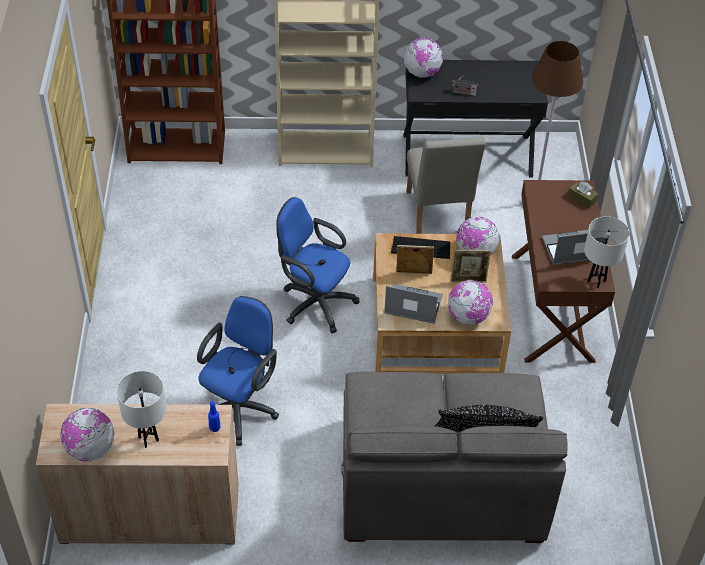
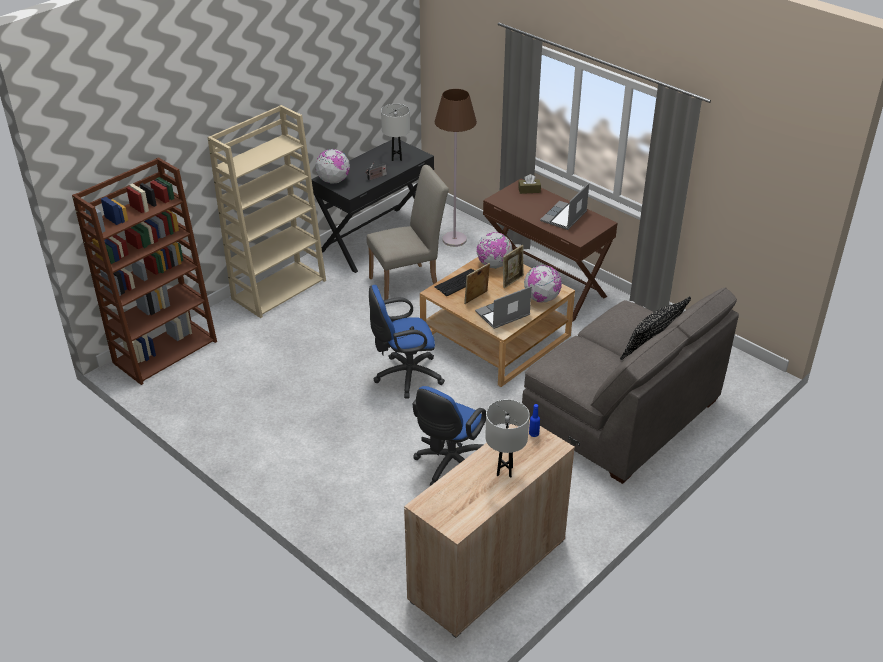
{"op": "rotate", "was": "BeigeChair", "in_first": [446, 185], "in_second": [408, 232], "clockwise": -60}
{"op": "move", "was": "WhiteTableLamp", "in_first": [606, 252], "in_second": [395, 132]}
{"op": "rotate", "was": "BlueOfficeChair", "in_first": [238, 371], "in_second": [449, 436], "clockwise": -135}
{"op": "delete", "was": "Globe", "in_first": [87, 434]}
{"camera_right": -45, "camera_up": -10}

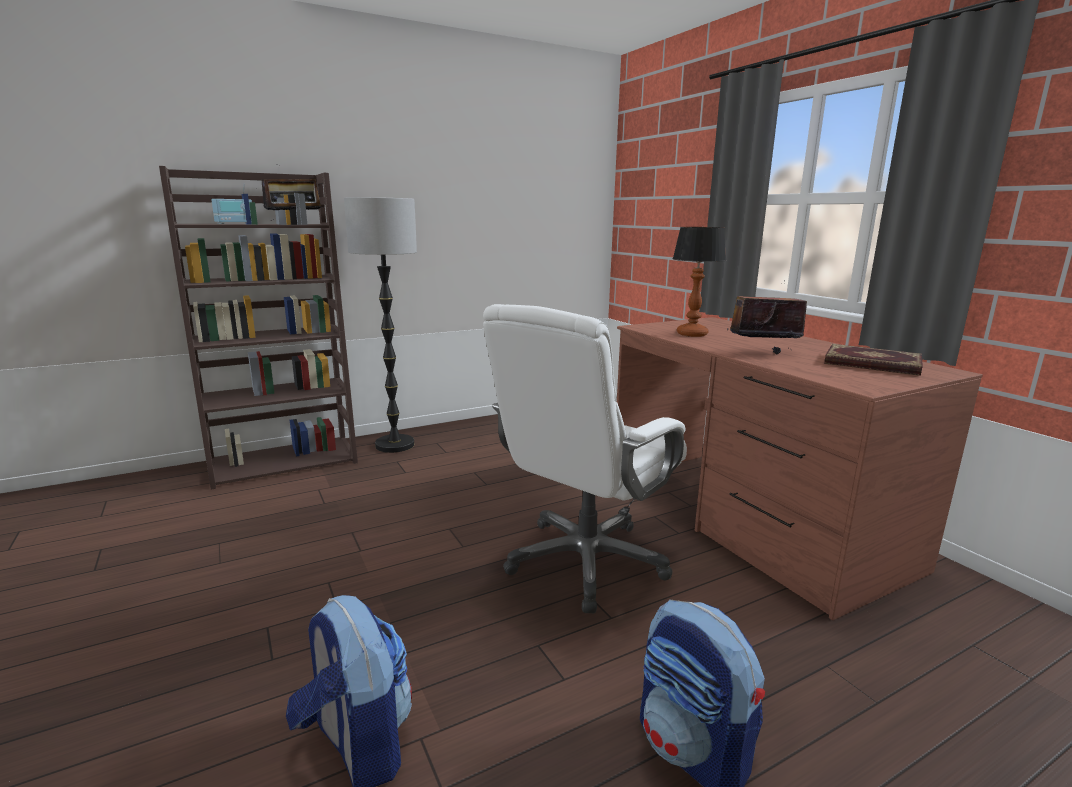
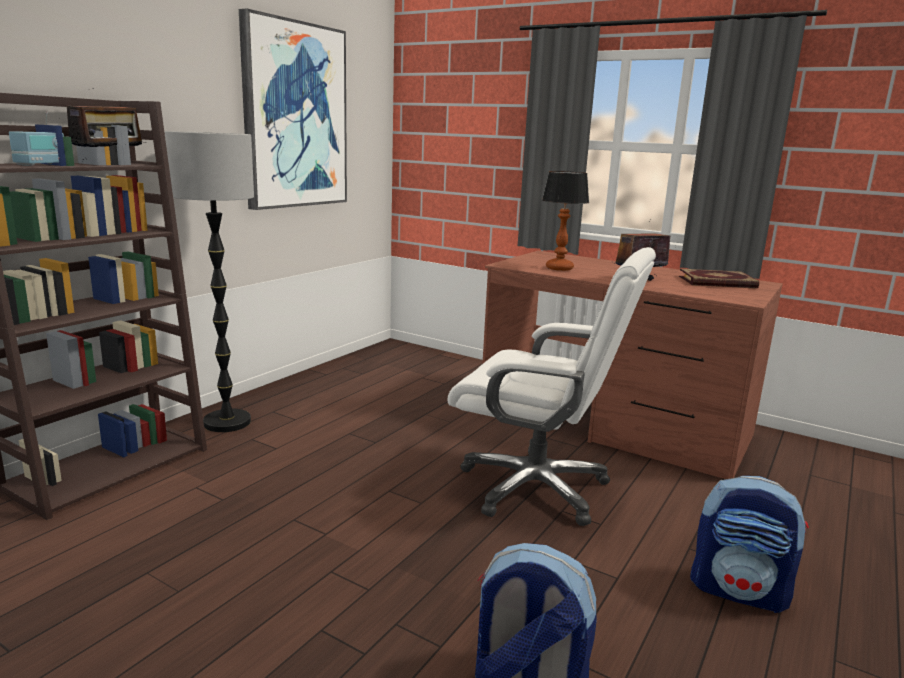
{"op": "insert", "now": "Picture", "in_second": [293, 109]}
{"op": "rotate", "was": "WhiteOfficeChair", "in_first": [585, 458], "in_second": [551, 386], "clockwise": -75}
{"camera_right": -30, "camera_up": 0}

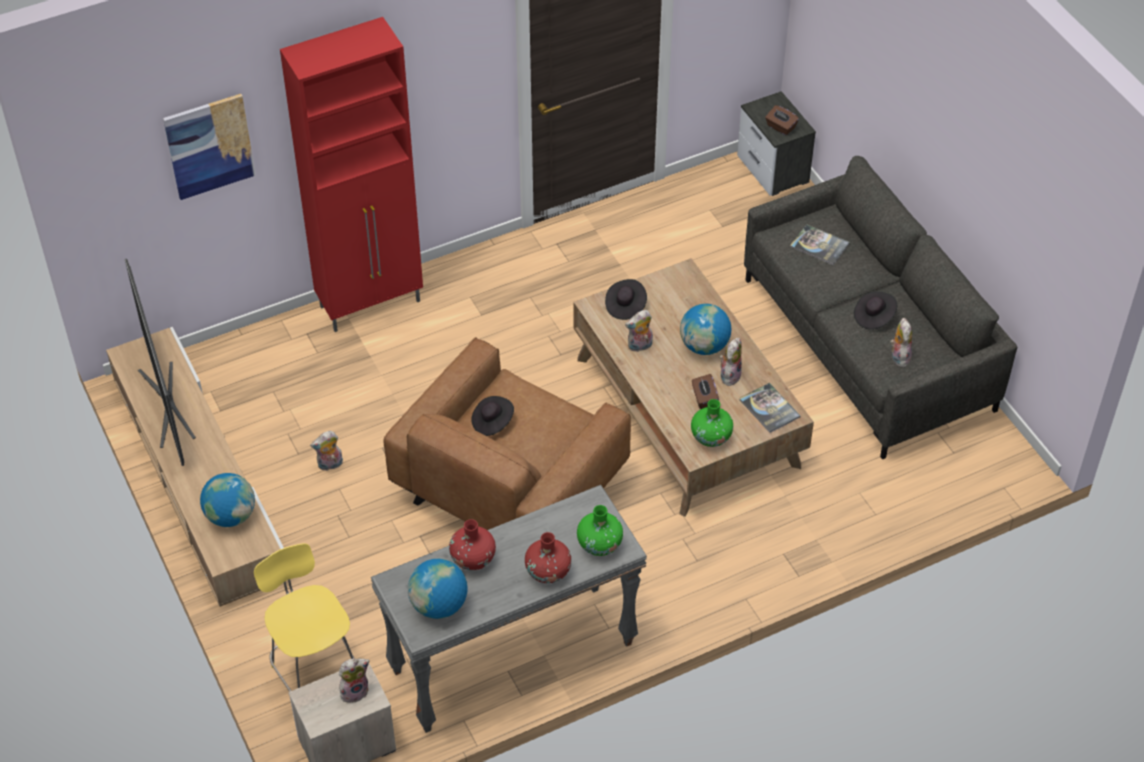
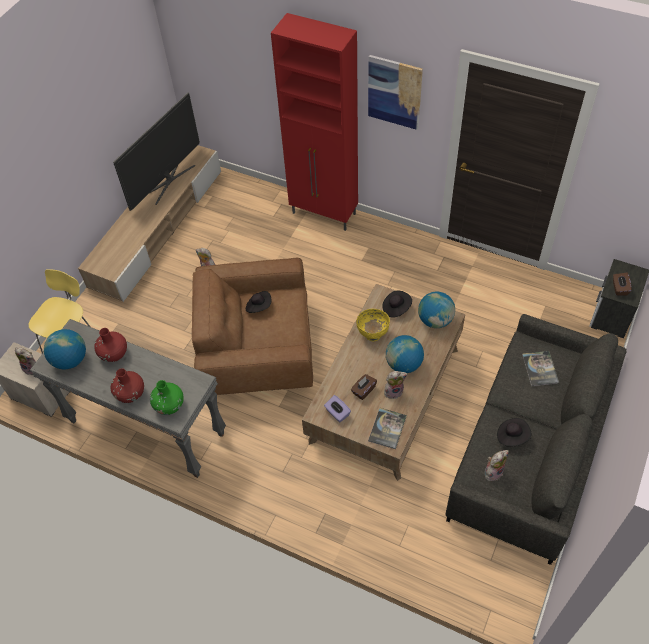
{"op": "replace", "was": "GreenVase", "now": "PurpleTissueBox", "in_first": [712, 423], "in_second": [337, 409]}
{"op": "replace", "was": "PlushToy", "now": "YellowBowl", "in_first": [639, 331], "in_second": [373, 325]}
{"op": "move", "was": "Picture", "in_first": [209, 147], "in_second": [395, 92]}
{"op": "move", "was": "Globe", "in_first": [227, 500], "in_second": [436, 310]}
{"camera_right": 55, "camera_up": 5}

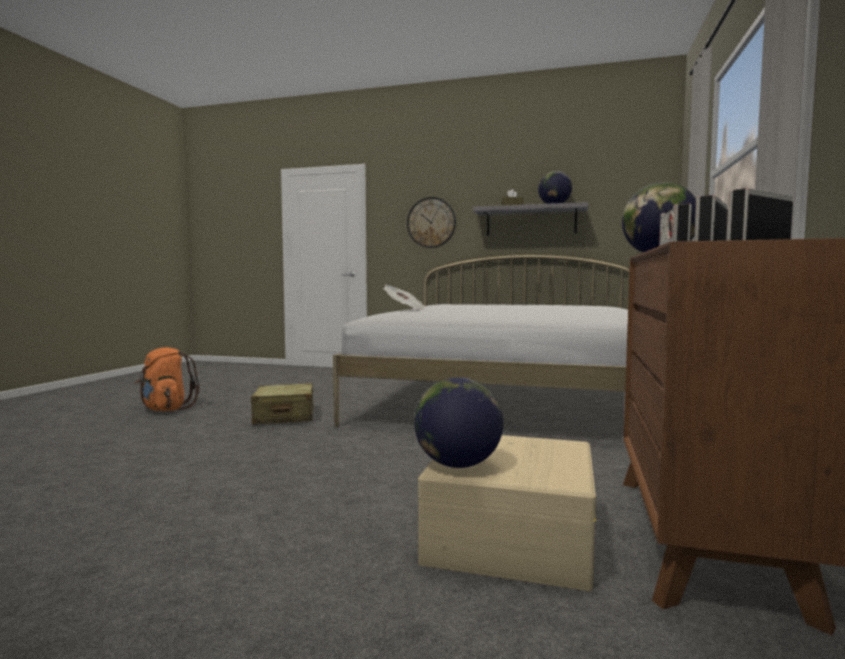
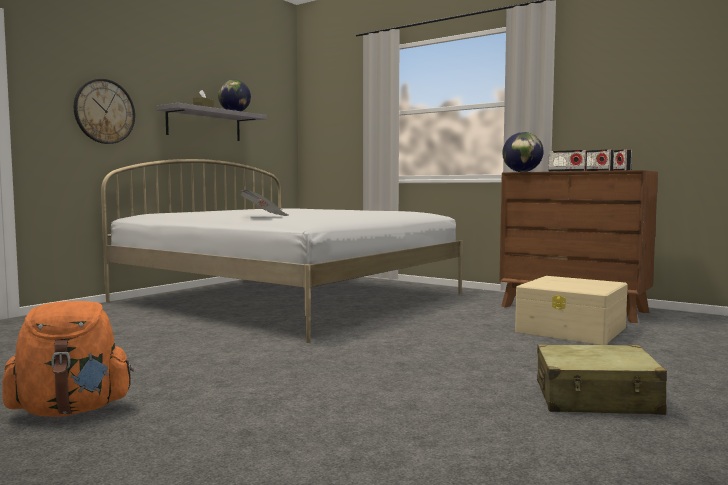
{"op": "move", "was": "BeigeSuitcase", "in_first": [282, 403], "in_second": [602, 379]}
{"op": "delete", "was": "Globe", "in_first": [458, 422]}
{"camera_right": -70, "camera_up": 0}

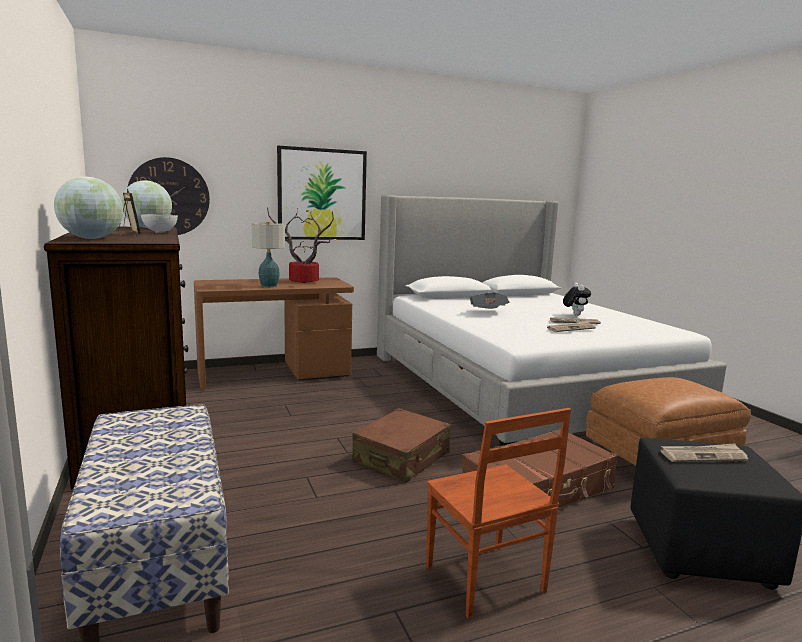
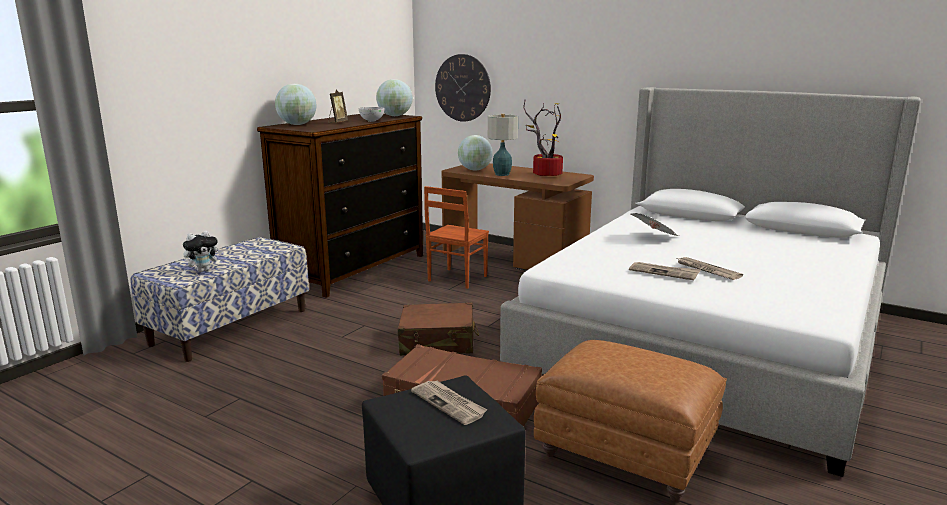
{"op": "move", "was": "PlushToy", "in_first": [577, 299], "in_second": [202, 251]}
{"op": "move", "was": "BrownChair", "in_first": [498, 513], "in_second": [456, 237]}
{"op": "insert", "now": "Globe", "in_second": [475, 153]}
{"op": "delete", "was": "Picture", "in_first": [322, 193]}
{"camera_right": 55, "camera_up": 5}

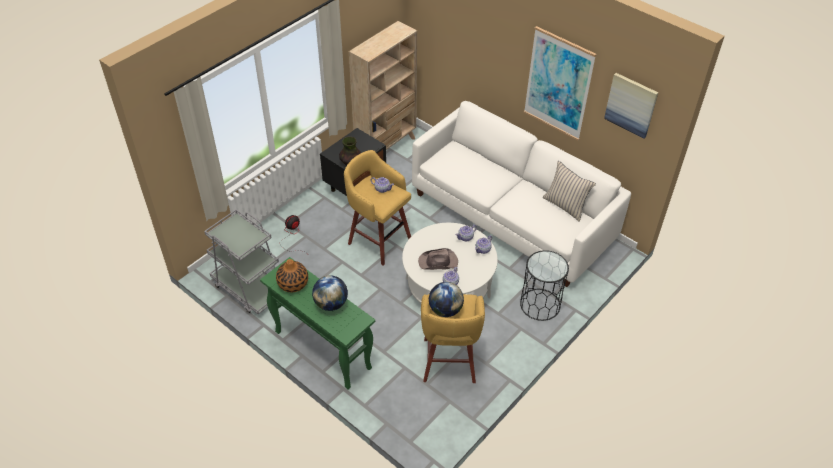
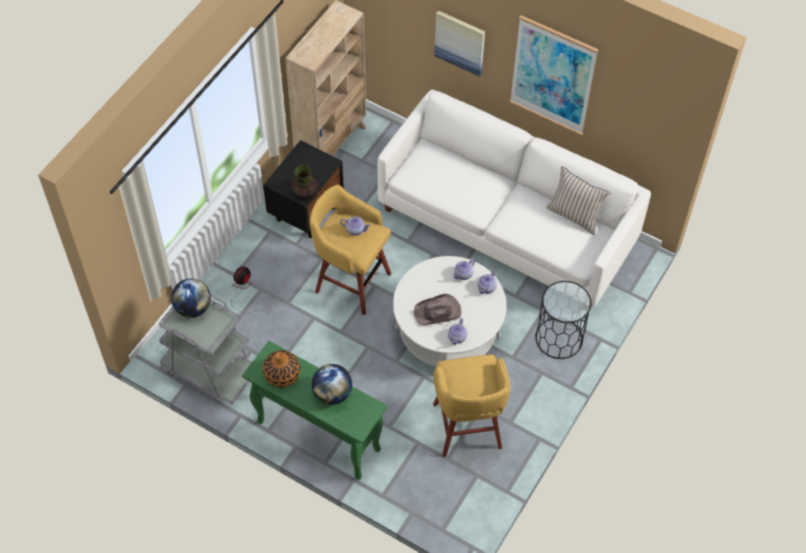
{"op": "move", "was": "Globe", "in_first": [446, 299], "in_second": [191, 298]}
{"op": "move", "was": "Picture", "in_first": [631, 105], "in_second": [459, 43]}
{"camera_right": -10, "camera_up": 10}

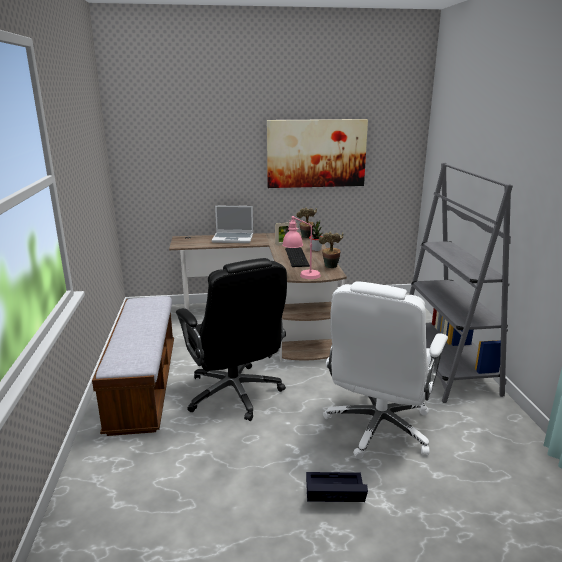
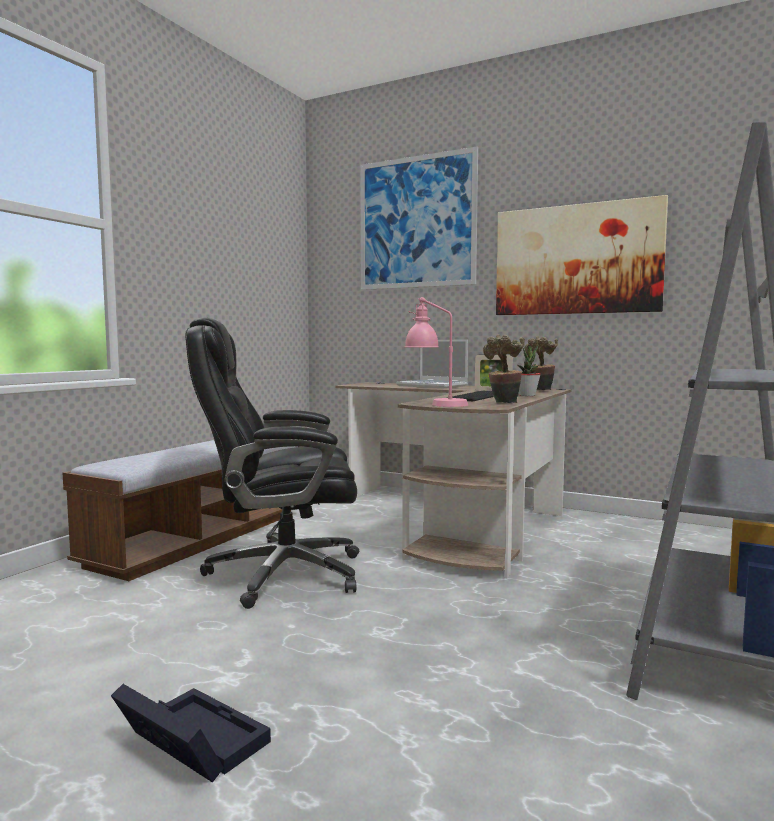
{"op": "rotate", "was": "BlackOfficeChair", "in_first": [231, 339], "in_second": [272, 463], "clockwise": 75}
{"op": "insert", "now": "Picture", "in_second": [419, 218]}
{"op": "delete", "was": "WhiteOfficeChair", "in_first": [385, 370]}
{"camera_right": 35, "camera_up": -15}

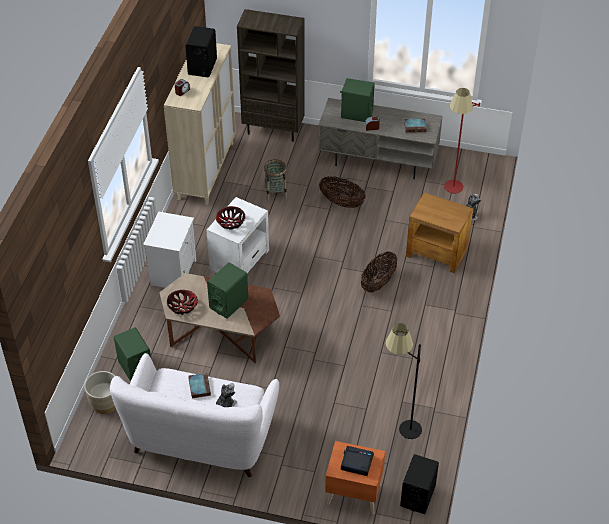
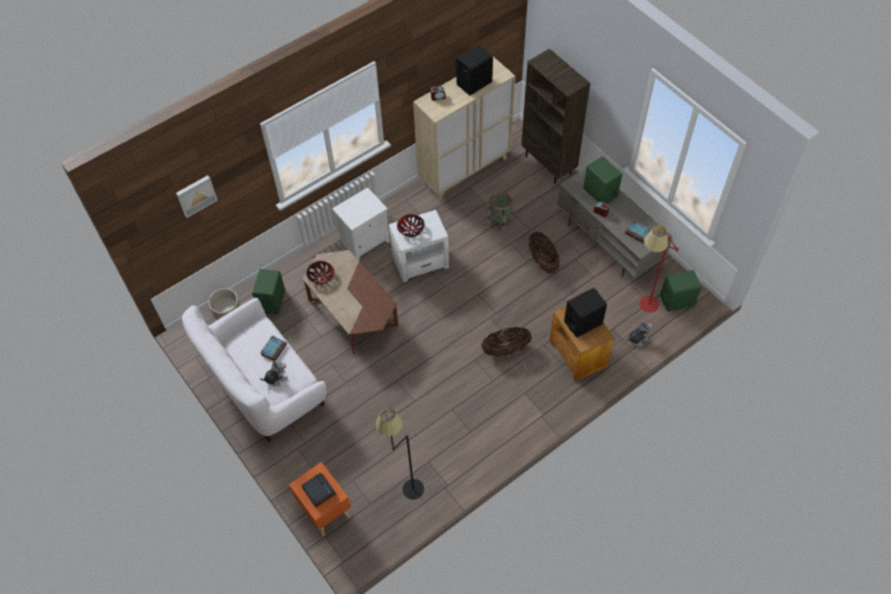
{"op": "insert", "now": "Picture", "in_second": [197, 196]}
{"op": "move", "was": "BlackSpeaker", "in_first": [419, 484], "in_second": [585, 312]}
{"op": "move", "was": "GreenSpeaker", "in_first": [227, 290], "in_second": [680, 291]}
{"camera_right": 40, "camera_up": 10}

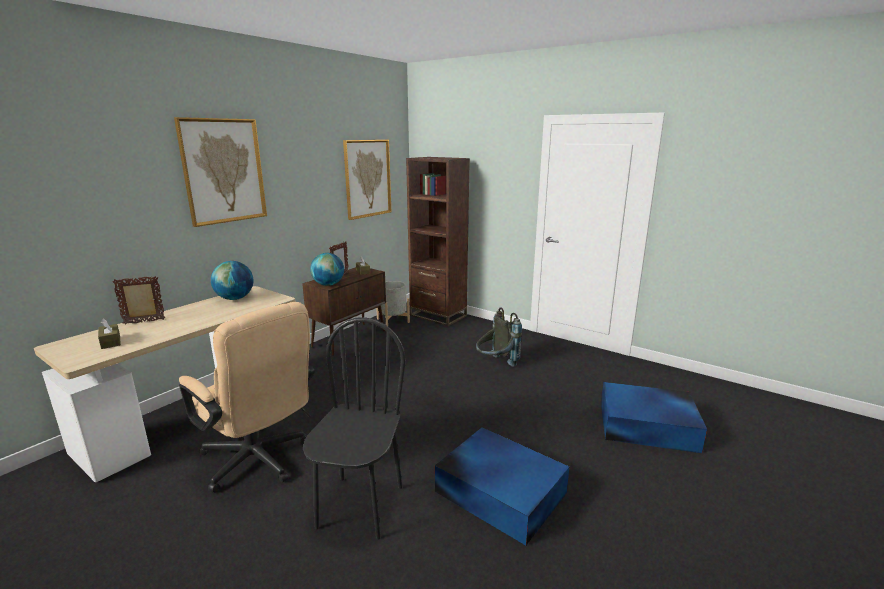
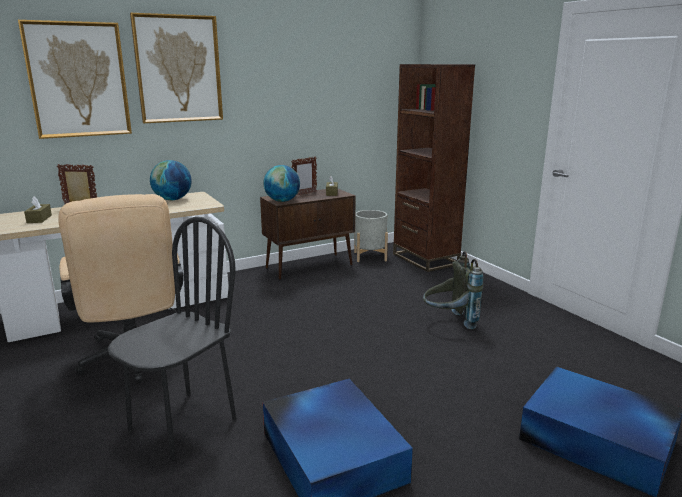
{"op": "move", "was": "Picture", "in_first": [367, 180], "in_second": [75, 79]}
{"camera_right": 25, "camera_up": 0}

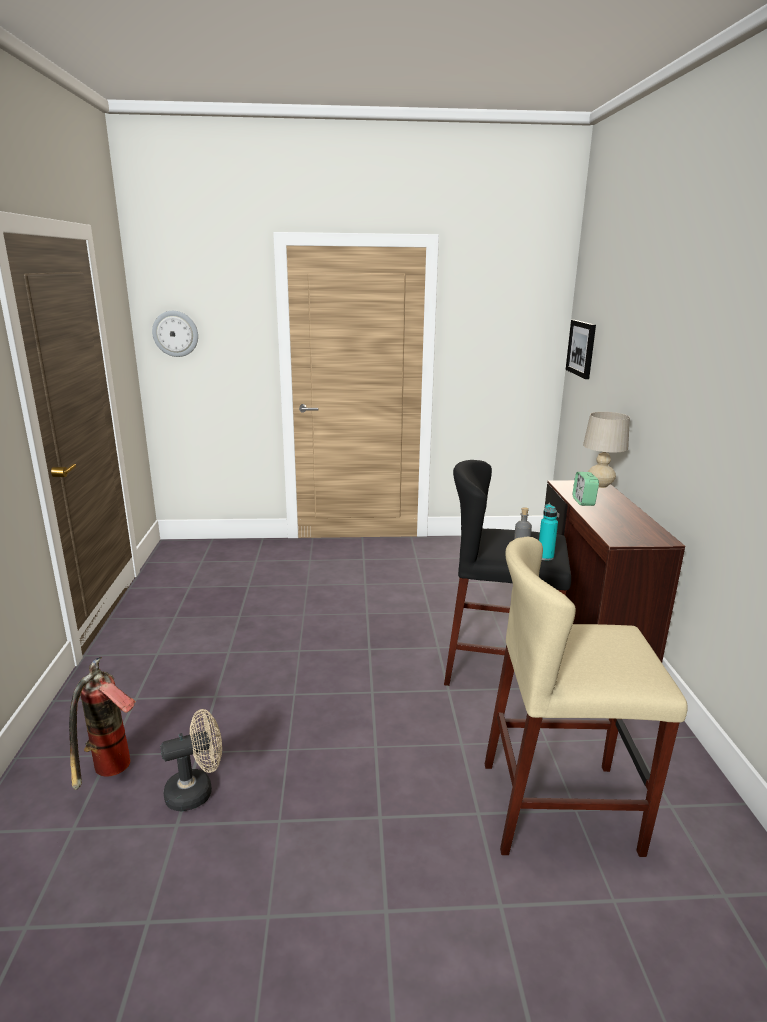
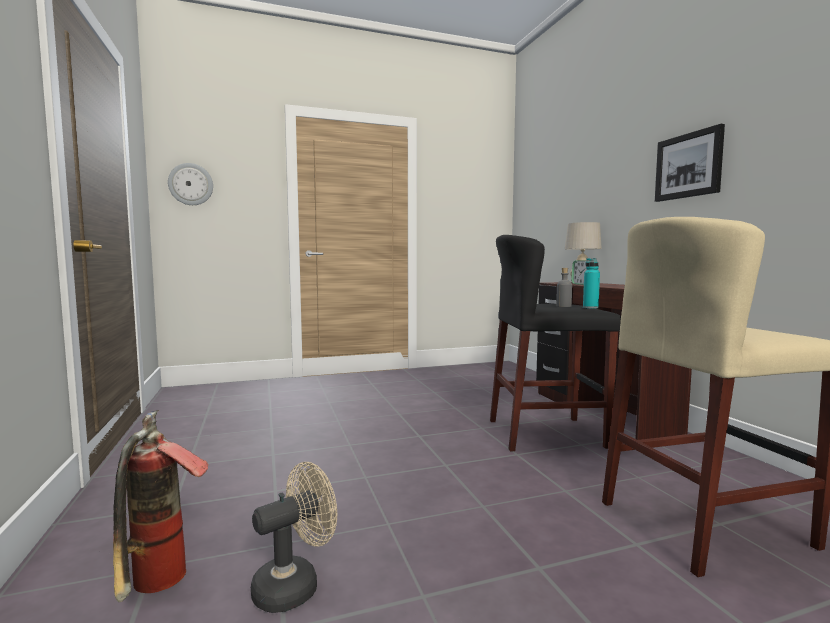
{"op": "move", "was": "Picture", "in_first": [581, 349], "in_second": [690, 163]}
{"camera_right": -15, "camera_up": -15}

